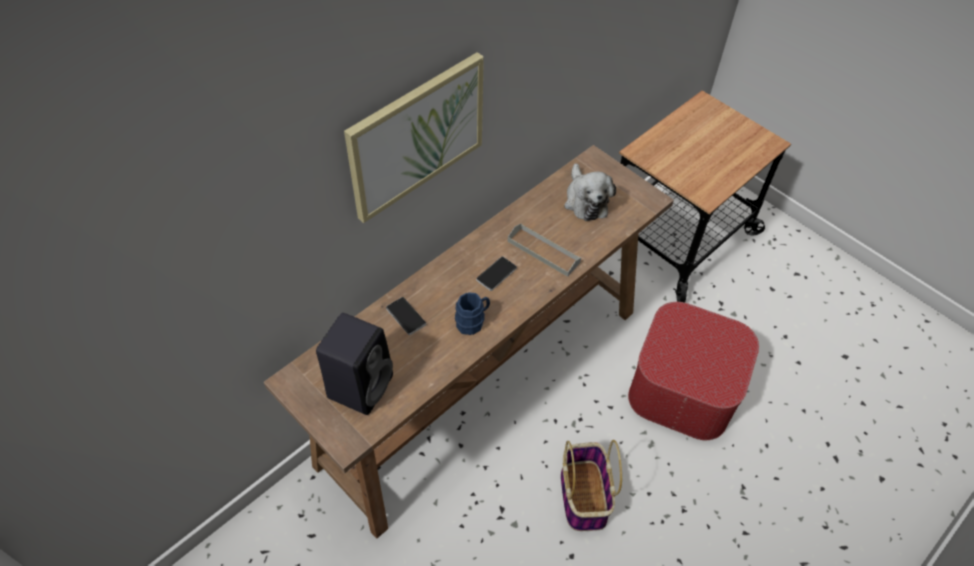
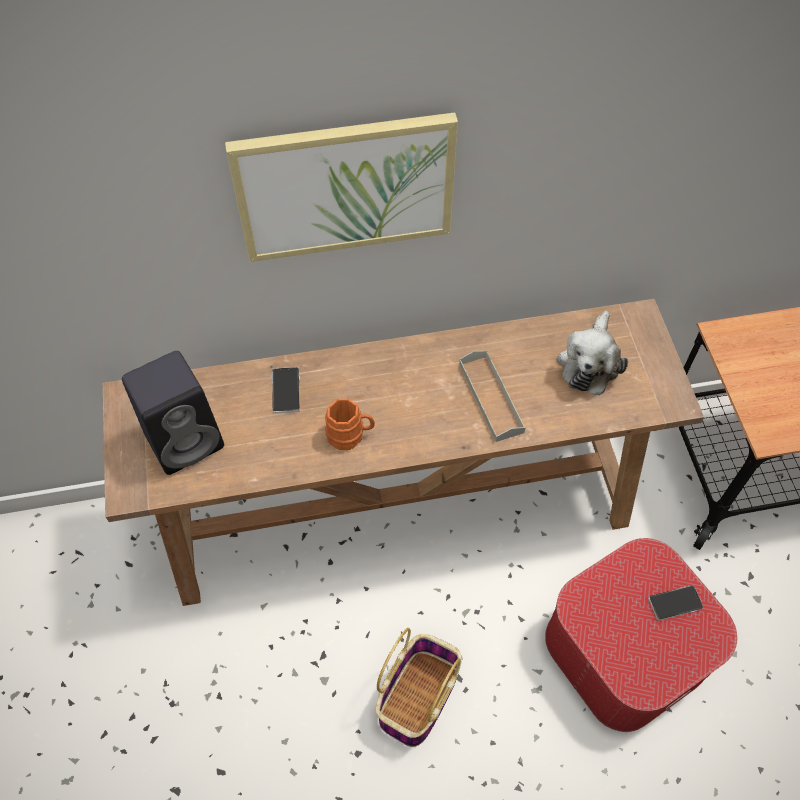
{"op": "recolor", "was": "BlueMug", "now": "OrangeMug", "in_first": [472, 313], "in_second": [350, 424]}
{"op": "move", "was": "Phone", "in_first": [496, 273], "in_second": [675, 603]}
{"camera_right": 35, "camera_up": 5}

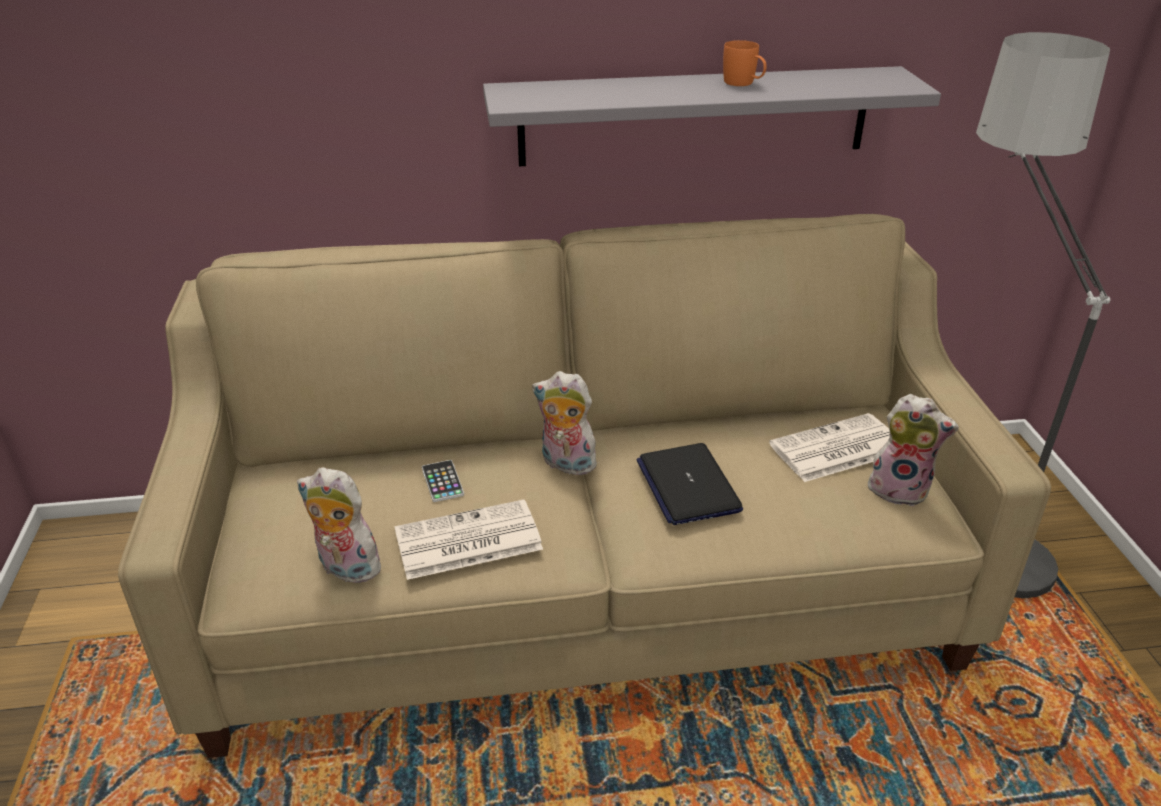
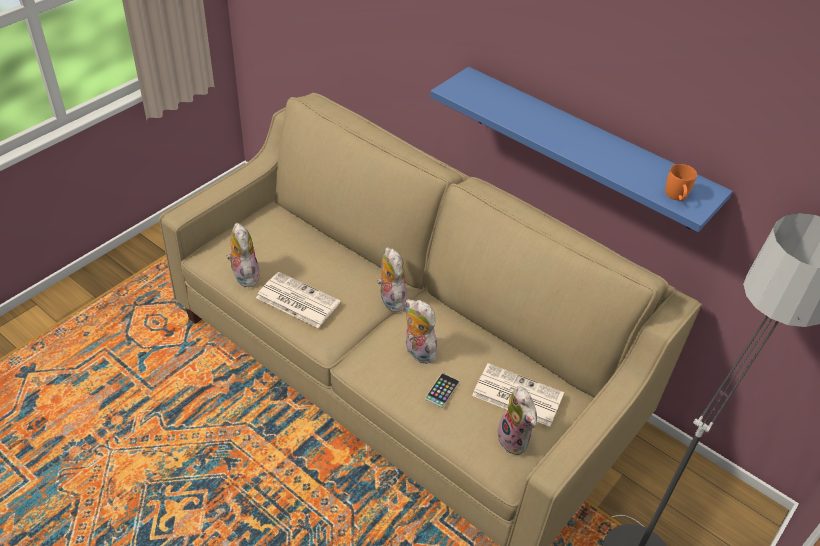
{"op": "replace", "was": "Laptop", "now": "PlushToy", "in_first": [689, 484], "in_second": [421, 331]}
{"op": "move", "was": "Phone", "in_first": [443, 481], "in_second": [442, 390]}
{"op": "recolor", "was": "GreyShelf", "now": "BlueShelf", "in_first": [712, 116], "in_second": [581, 149]}
{"op": "move", "was": "OrangeMug", "in_first": [745, 63], "in_second": [681, 182]}
{"camera_right": 45, "camera_up": 10}

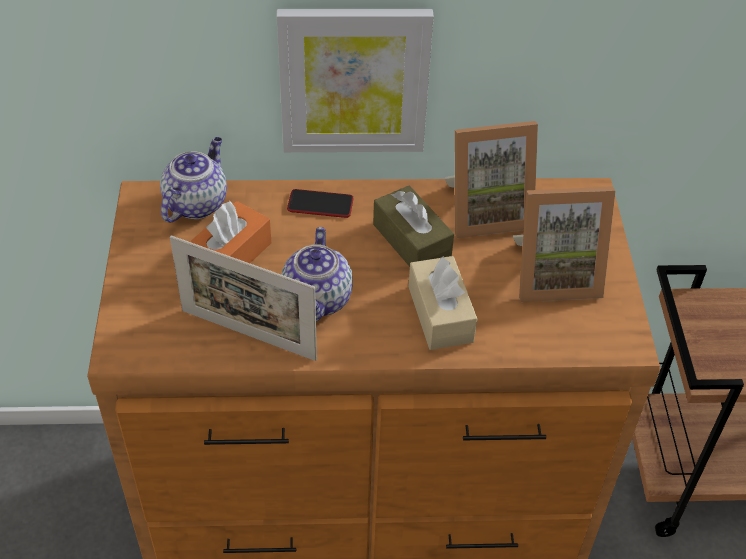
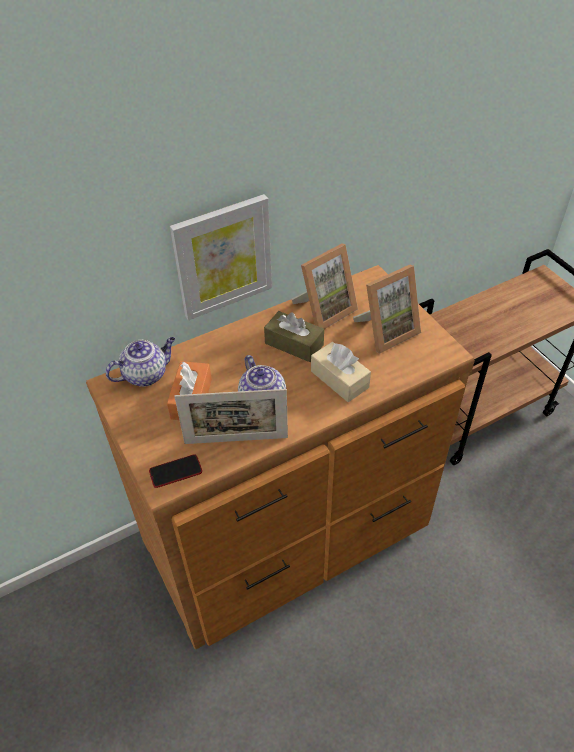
{"op": "rotate", "was": "Teapot", "in_first": [193, 180], "in_second": [140, 362], "clockwise": 60}
{"op": "move", "was": "Phone", "in_first": [320, 203], "in_second": [175, 471]}
{"camera_right": -25, "camera_up": 0}

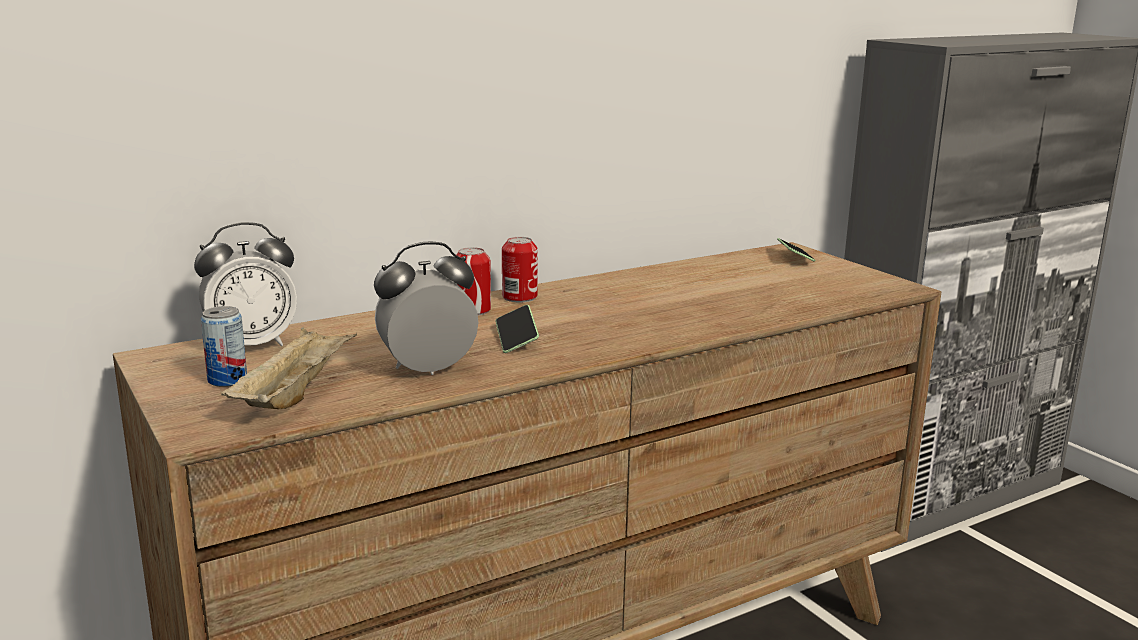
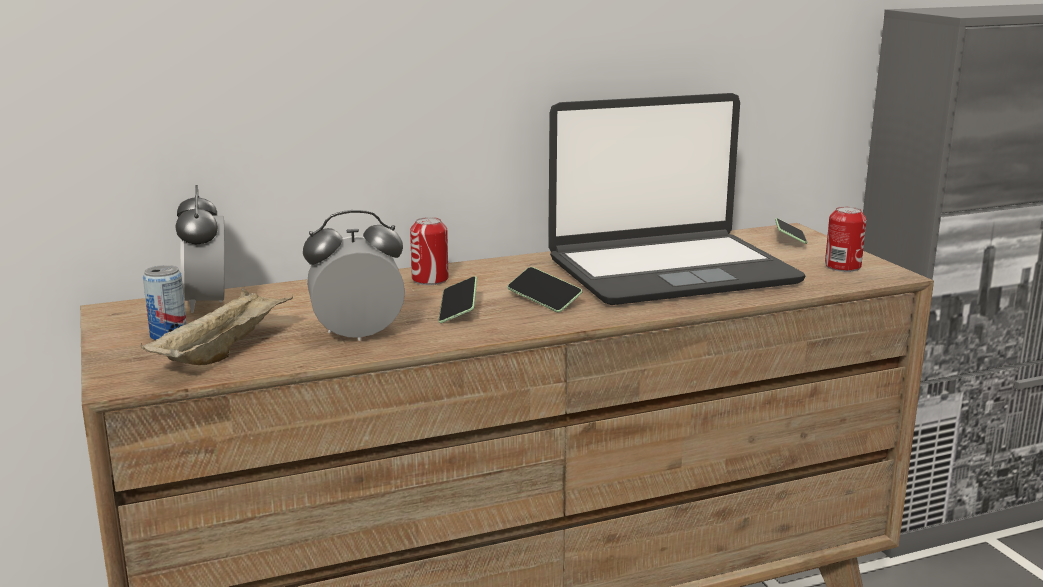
{"op": "rotate", "was": "AlarmClock", "in_first": [245, 284], "in_second": [200, 249], "clockwise": 90}
{"op": "insert", "now": "Phone", "in_second": [545, 289]}
{"op": "insert", "now": "Laptop", "in_second": [676, 199]}
{"op": "move", "was": "Can", "in_first": [520, 270], "in_second": [846, 239]}
{"camera_right": 10, "camera_up": 0}

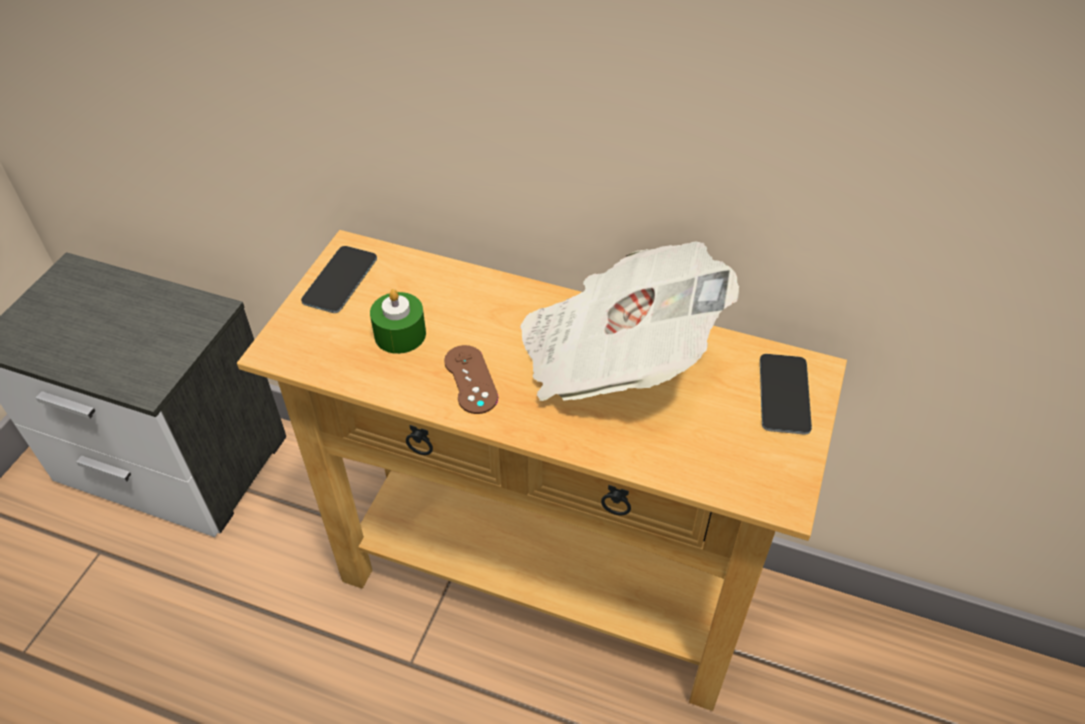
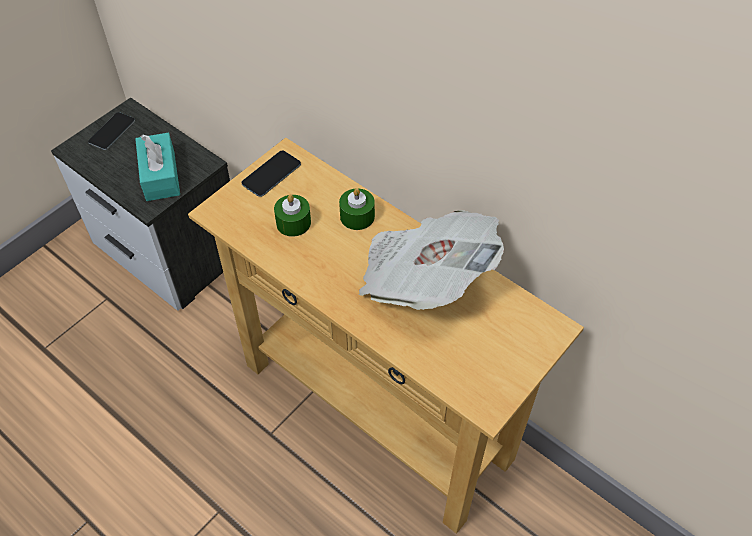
{"op": "move", "was": "Phone", "in_first": [786, 394], "in_second": [111, 131]}
{"op": "insert", "now": "TurquoiseTissueBox", "in_second": [157, 167]}
{"op": "insert", "now": "GreenCandle", "in_second": [357, 209]}
{"op": "delete", "was": "BrownGameController", "in_first": [471, 379]}
{"camera_right": 20, "camera_up": 5}

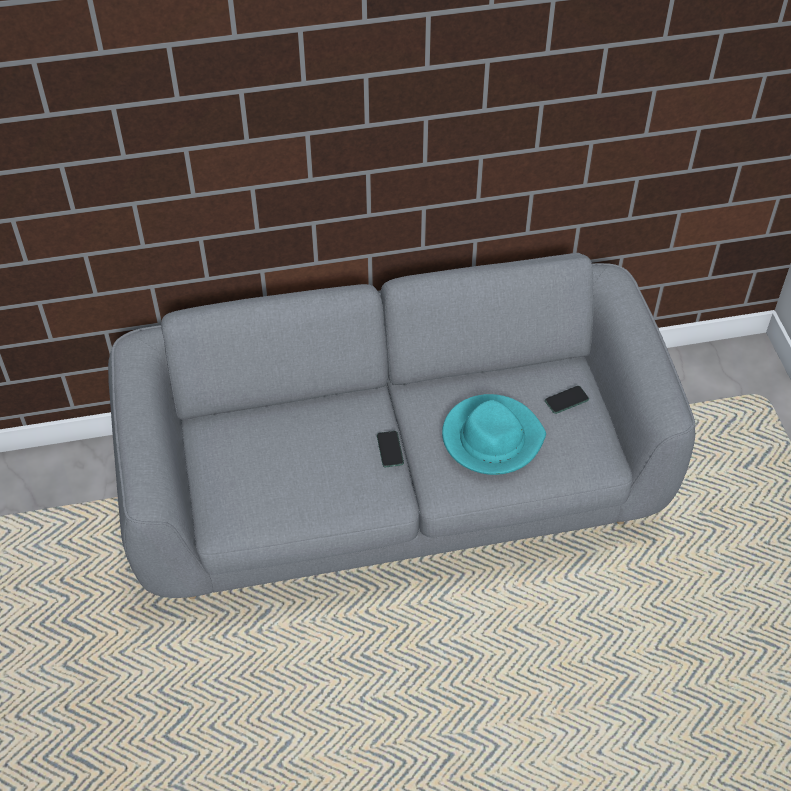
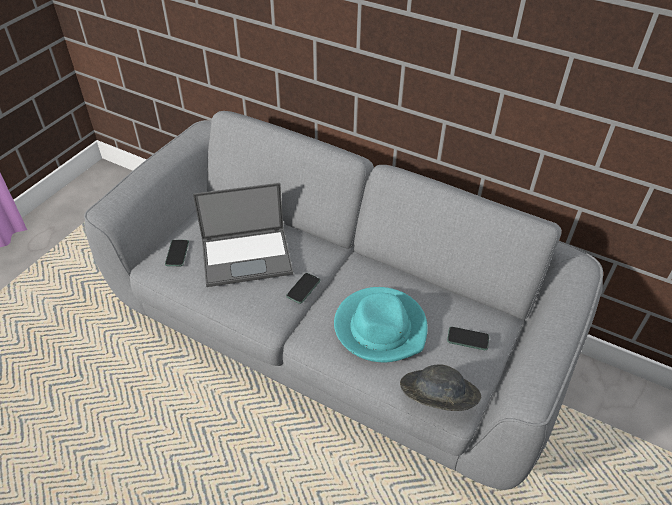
{"op": "insert", "now": "Phone", "in_second": [177, 253]}
{"op": "insert", "now": "Laptop", "in_second": [243, 235]}
{"op": "insert", "now": "GreyHat", "in_second": [440, 387]}
{"camera_right": 40, "camera_up": -5}

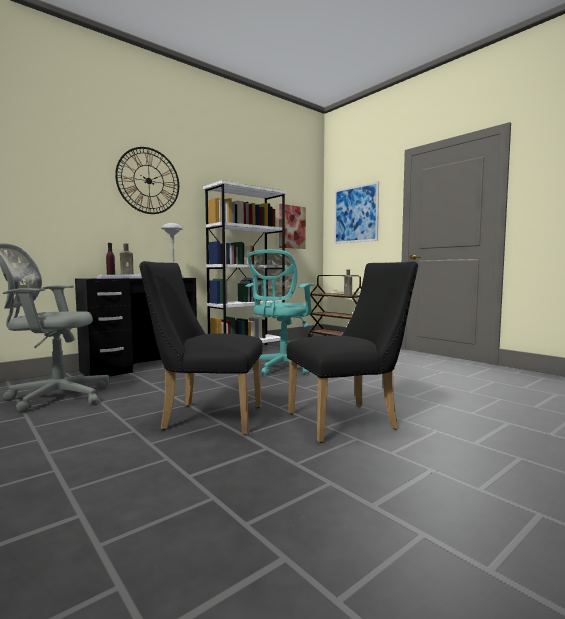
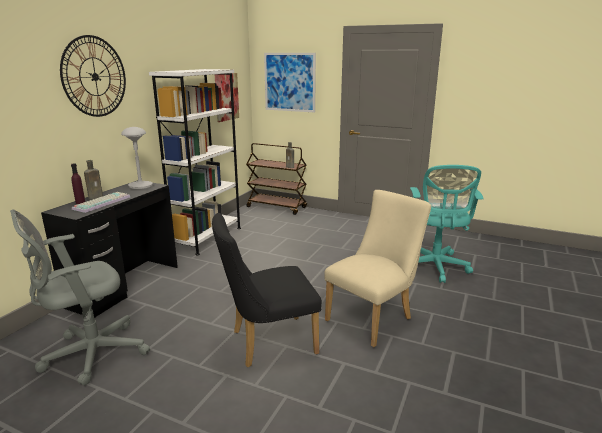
{"op": "recolor", "was": "BlackChair", "now": "BeigeChair", "in_first": [352, 352], "in_second": [377, 268]}
{"op": "move", "was": "TurquoiseOfficeChair", "in_first": [280, 312], "in_second": [447, 224]}
{"camera_right": -25, "camera_up": 15}

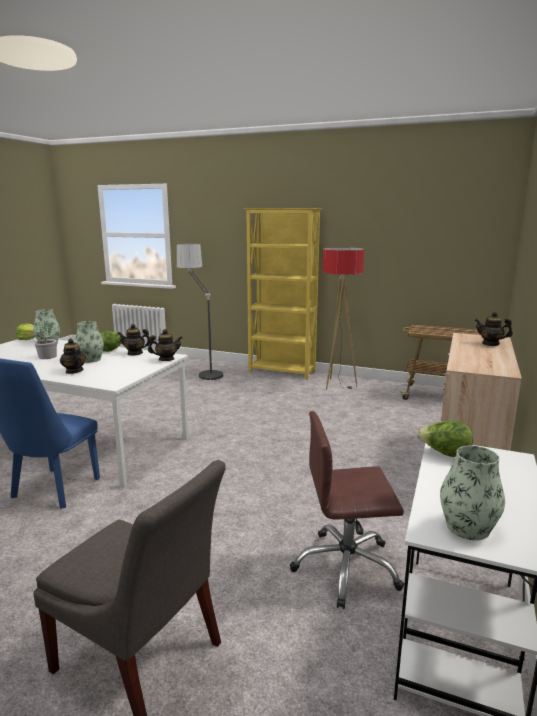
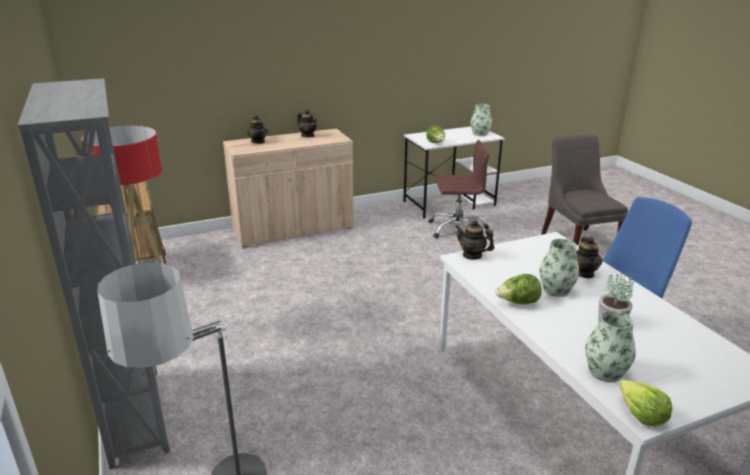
{"op": "recolor", "was": "YellowBookcase", "now": "GreyBookcase", "in_first": [283, 294], "in_second": [94, 273]}
{"op": "move", "was": "Teapot", "in_first": [133, 340], "in_second": [307, 123]}
{"op": "rotate", "was": "BrownOfficeChair", "in_first": [347, 510], "in_second": [458, 189], "clockwise": -45}
{"camera_right": -135, "camera_up": 10}

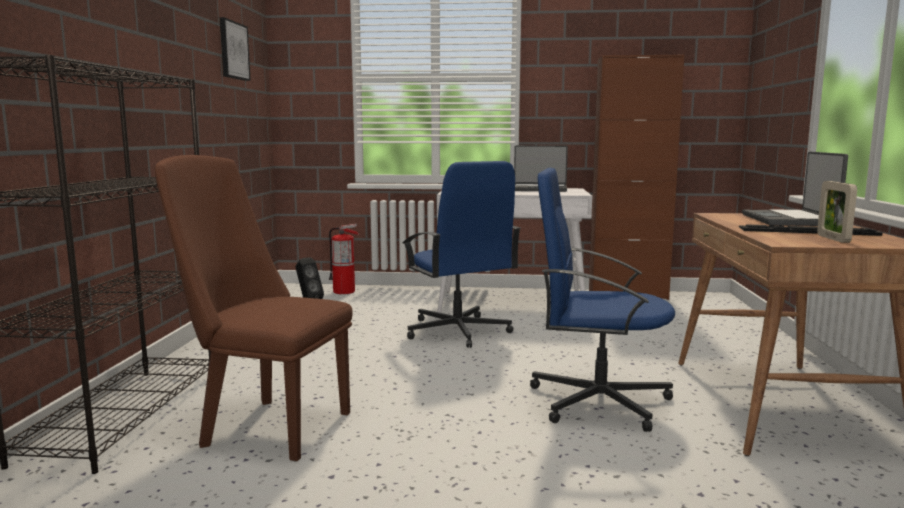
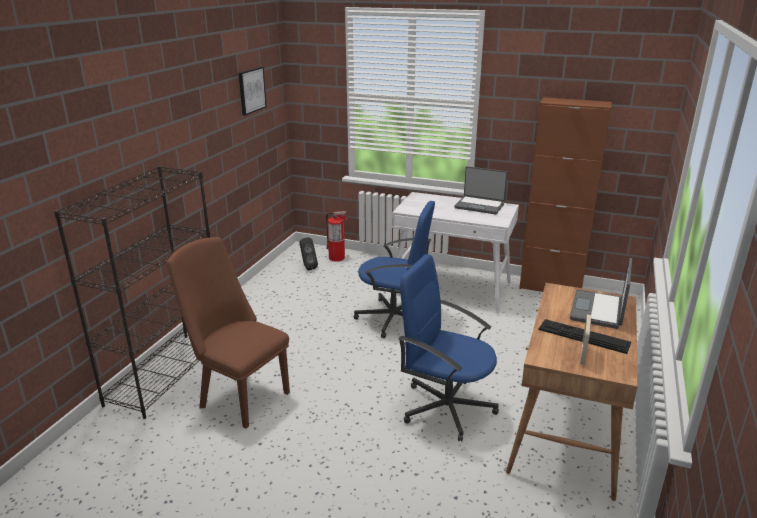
{"op": "rotate", "was": "BlueOfficeChair", "in_first": [462, 254], "in_second": [394, 269], "clockwise": -60}
{"camera_right": 15, "camera_up": 15}

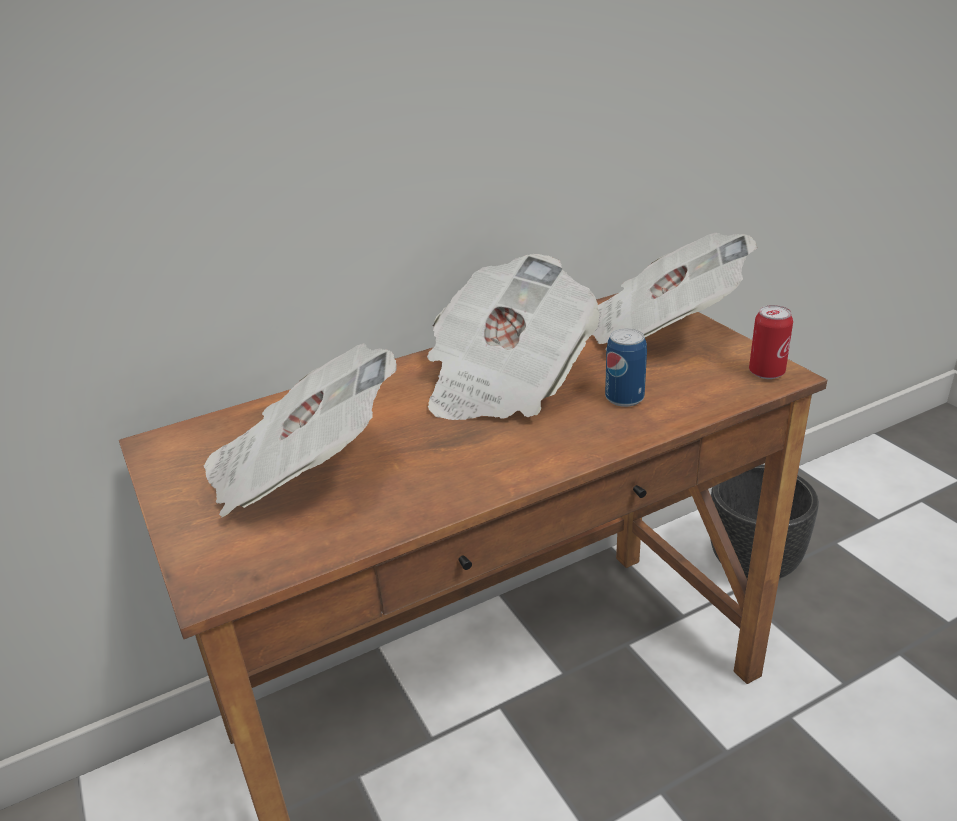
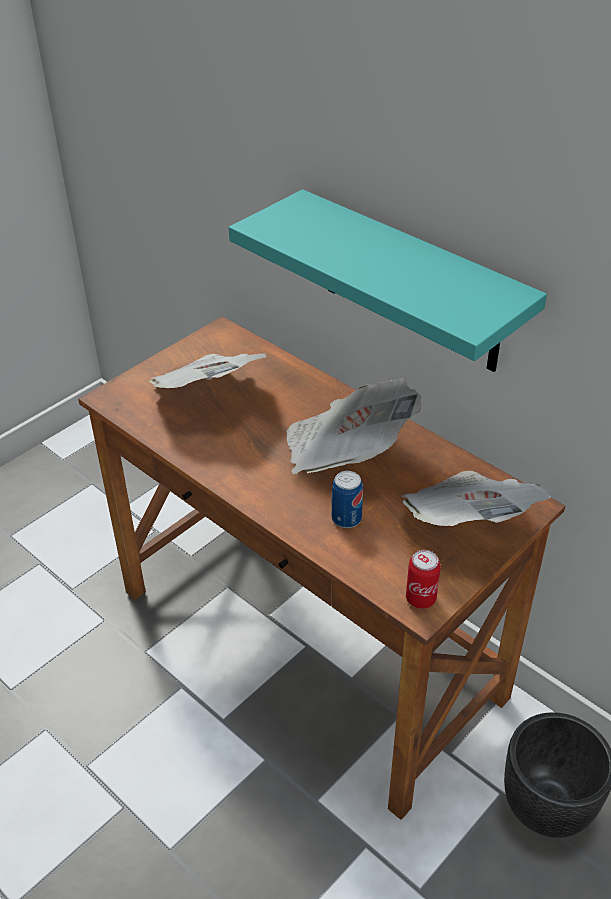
{"op": "insert", "now": "TurquoiseShelf", "in_second": [388, 280]}
{"camera_right": 70, "camera_up": 10}

